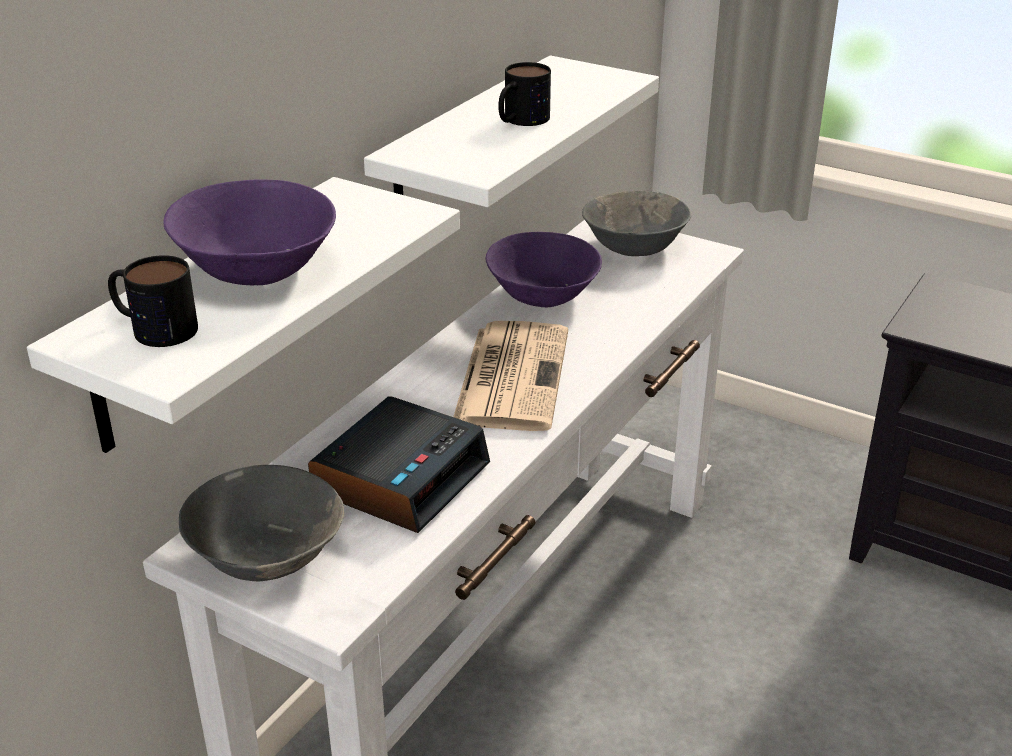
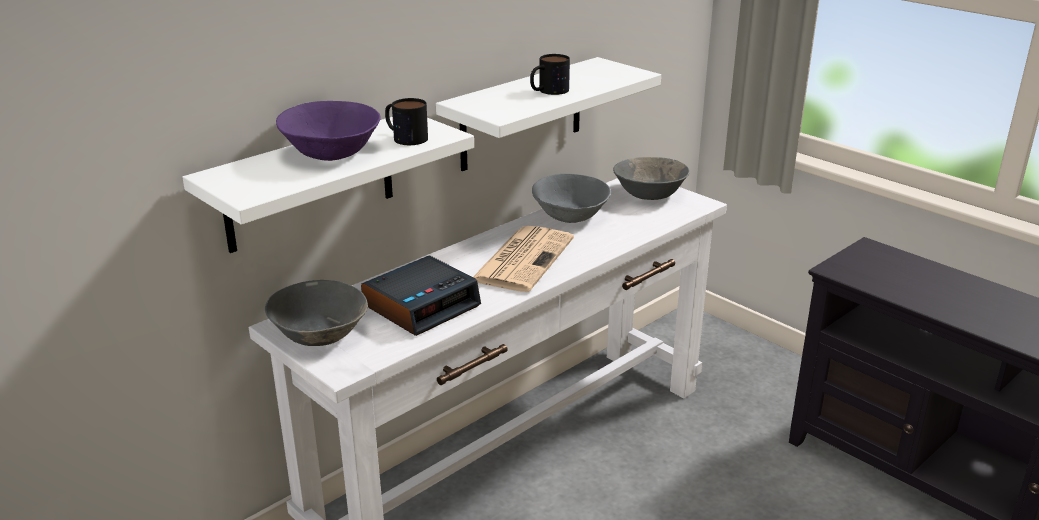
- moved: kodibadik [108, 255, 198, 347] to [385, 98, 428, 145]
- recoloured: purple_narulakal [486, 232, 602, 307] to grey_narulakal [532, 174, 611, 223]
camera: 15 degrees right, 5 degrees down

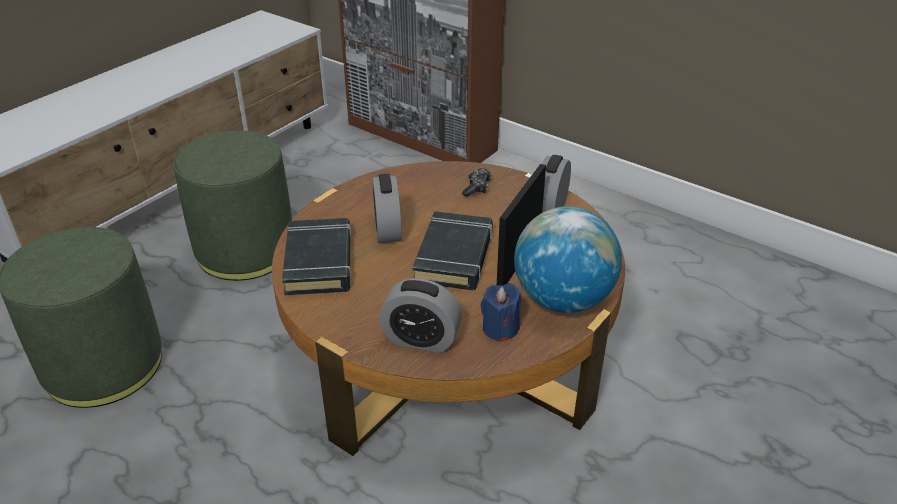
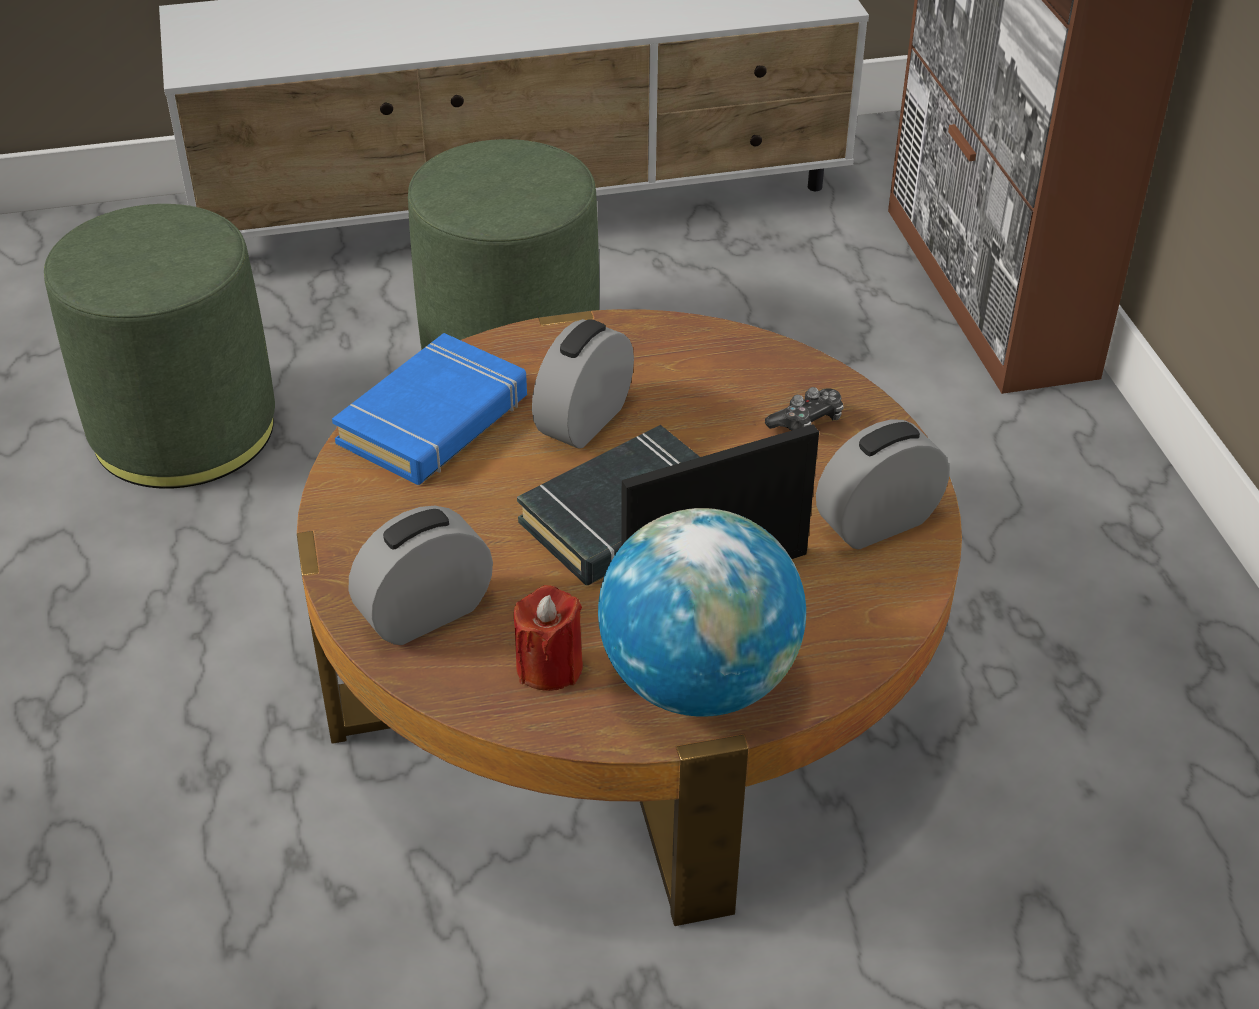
- recoloured: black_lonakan [282, 218, 352, 295] to blue_lonakan [332, 333, 527, 485]
- recoloured: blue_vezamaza [481, 283, 521, 342] to red_vezamaza [514, 585, 583, 691]
- turned: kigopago [379, 278, 462, 353] = [349, 506, 493, 645] 90 degrees clockwise
camera: 40 degrees right, 5 degrees up

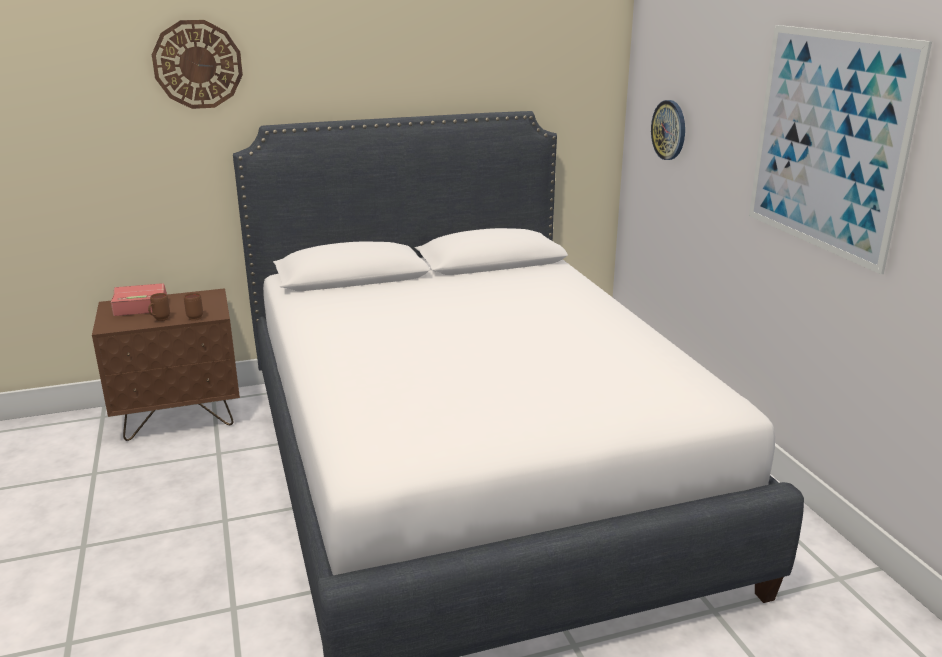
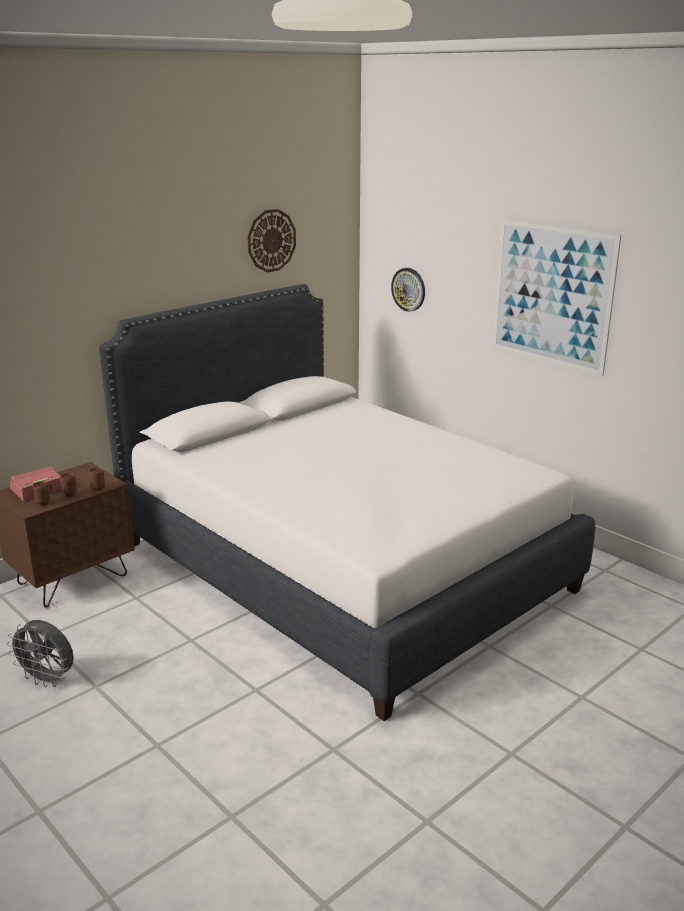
- added: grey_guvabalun [6, 620, 74, 687]
- added: brown_kodibadik [33, 481, 52, 506]
- moved: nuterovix [152, 20, 243, 109] to [247, 209, 296, 273]
camera: 25 degrees left, 0 degrees up

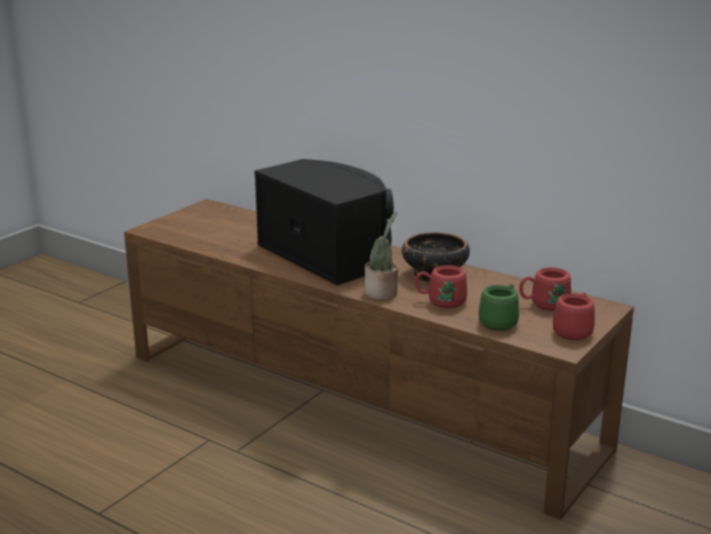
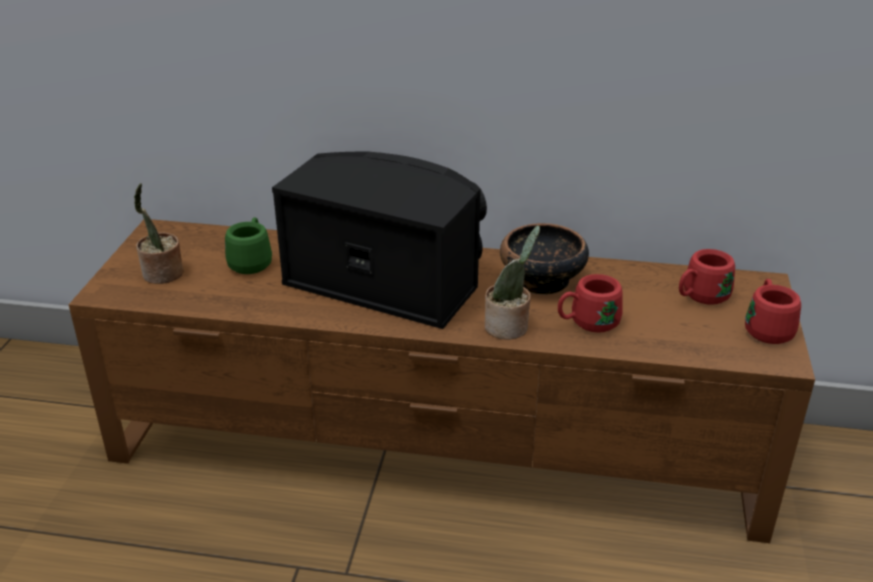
- added: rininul [134, 183, 184, 284]
- moved: green_kodibadik [478, 284, 519, 330] to [225, 217, 272, 274]
camera: 25 degrees left, 10 degrees up

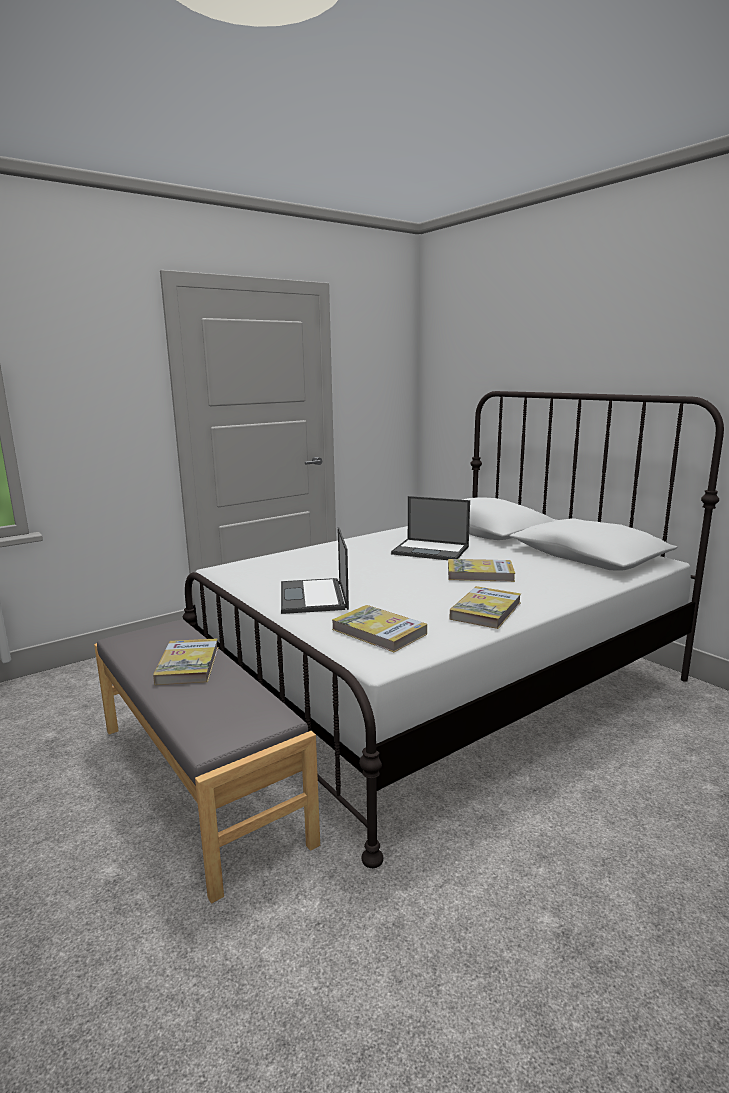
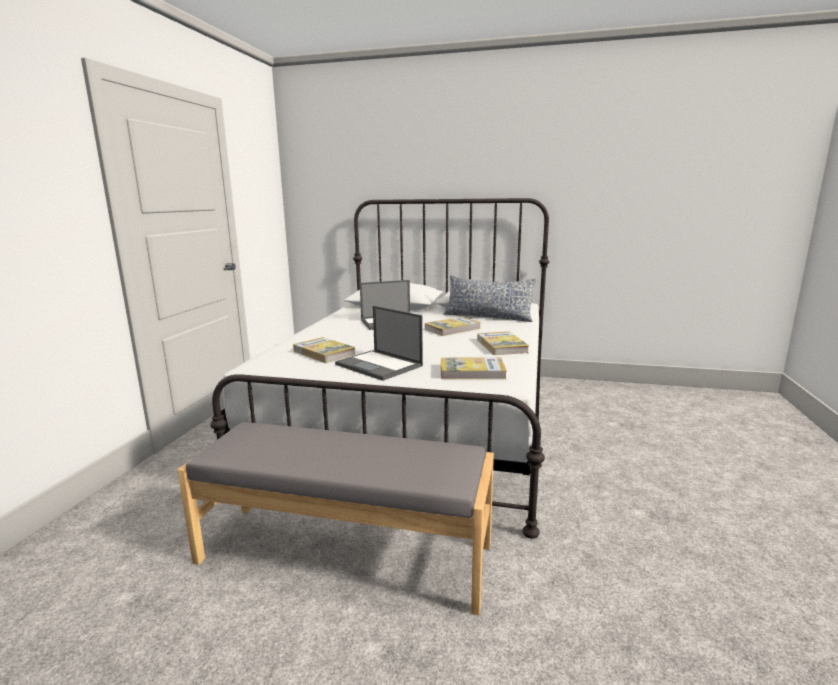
- added: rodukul [443, 275, 536, 322]
- moved: lonakan [153, 638, 218, 685] to [293, 337, 356, 363]
camera: 40 degrees left, 0 degrees up

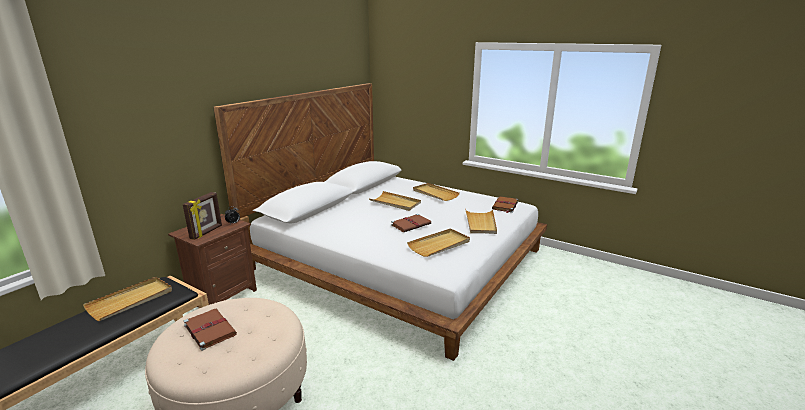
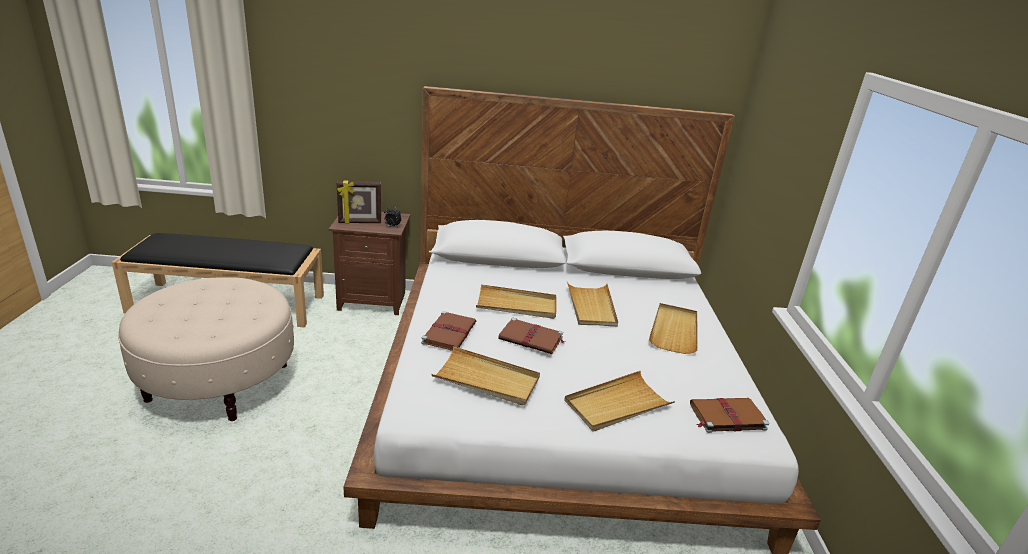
- moved: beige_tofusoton [83, 277, 172, 321] to [476, 284, 557, 319]
- moved: brown_lonakan [184, 309, 237, 351] to [421, 311, 476, 351]
camera: 55 degrees right, 5 degrees up

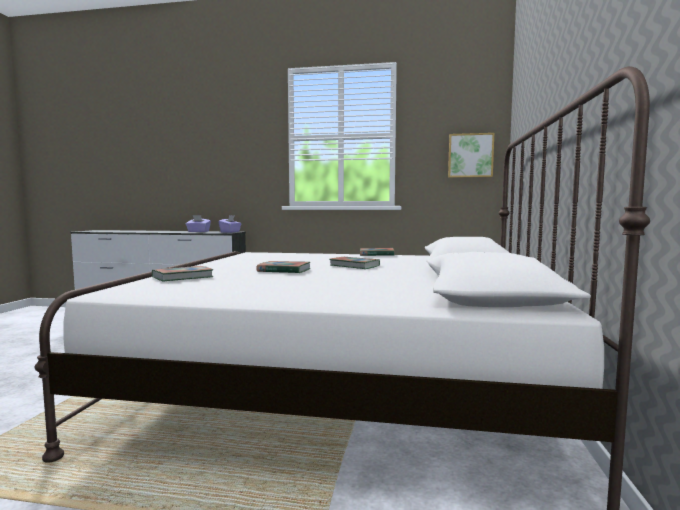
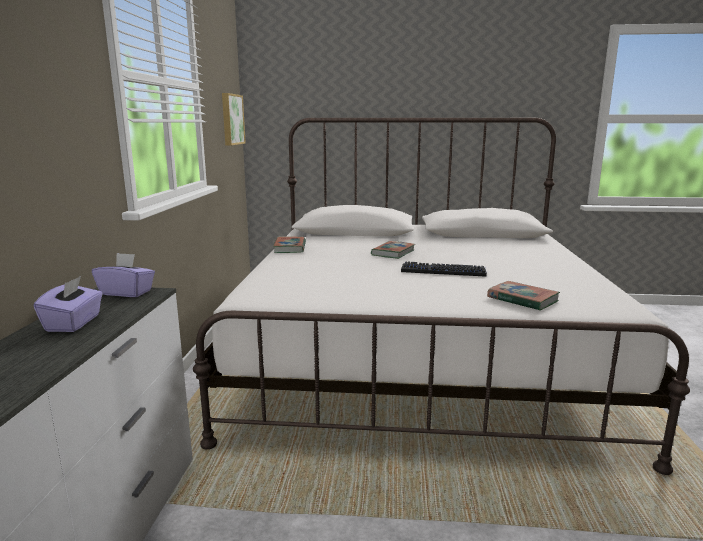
- replaced: lonakan [257, 261, 310, 273] to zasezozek [401, 261, 487, 277]
camera: 95 degrees left, 10 degrees up

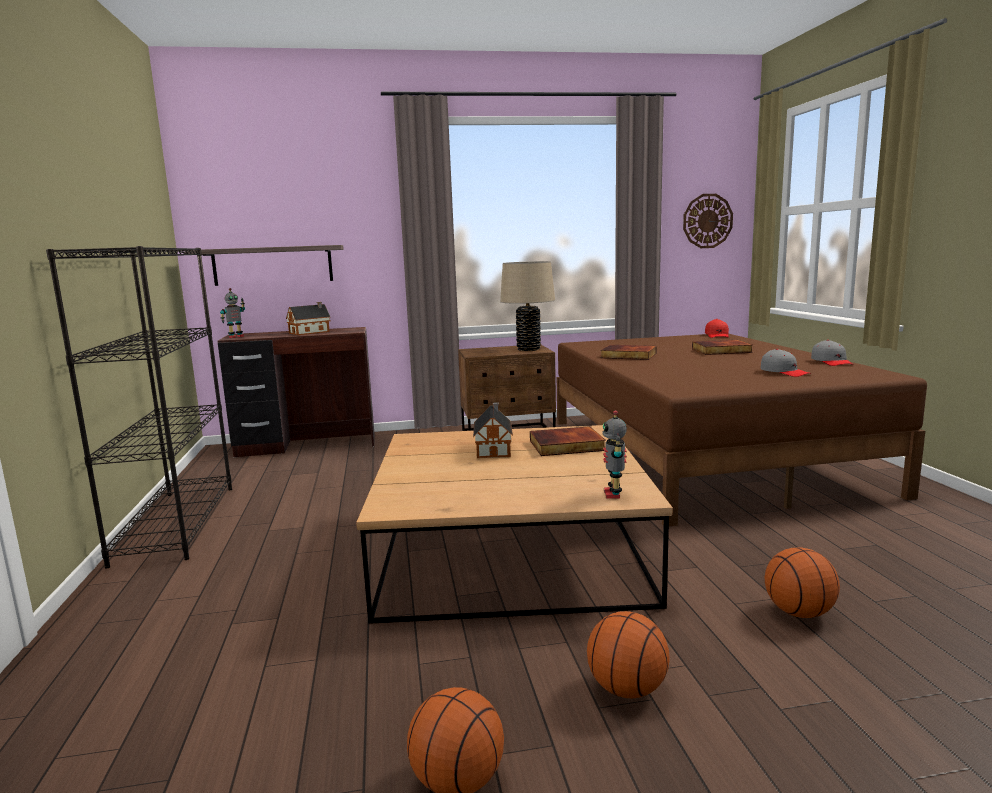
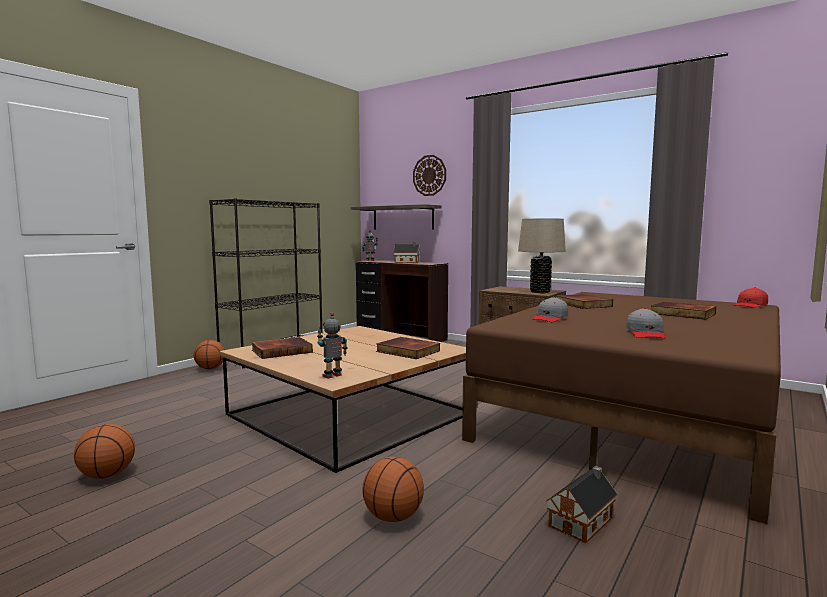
- added: lonakan [252, 337, 313, 359]
- moved: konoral [473, 402, 513, 458] to [546, 466, 618, 544]
- moved: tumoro [587, 611, 670, 699] to [194, 340, 225, 369]
- moved: nuterovix [683, 194, 733, 248] to [413, 155, 446, 196]
- moved: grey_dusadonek [811, 340, 854, 366] to [532, 297, 568, 322]
camera: 45 degrees right, 5 degrees down

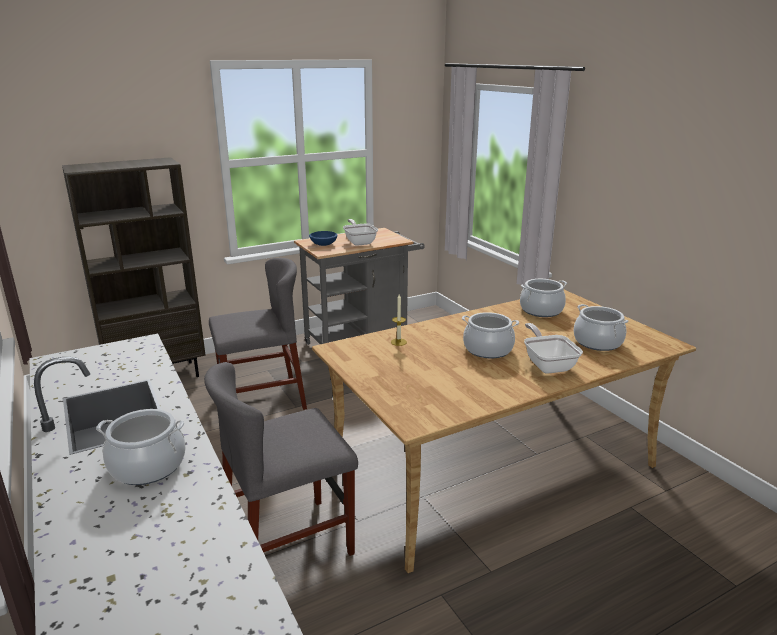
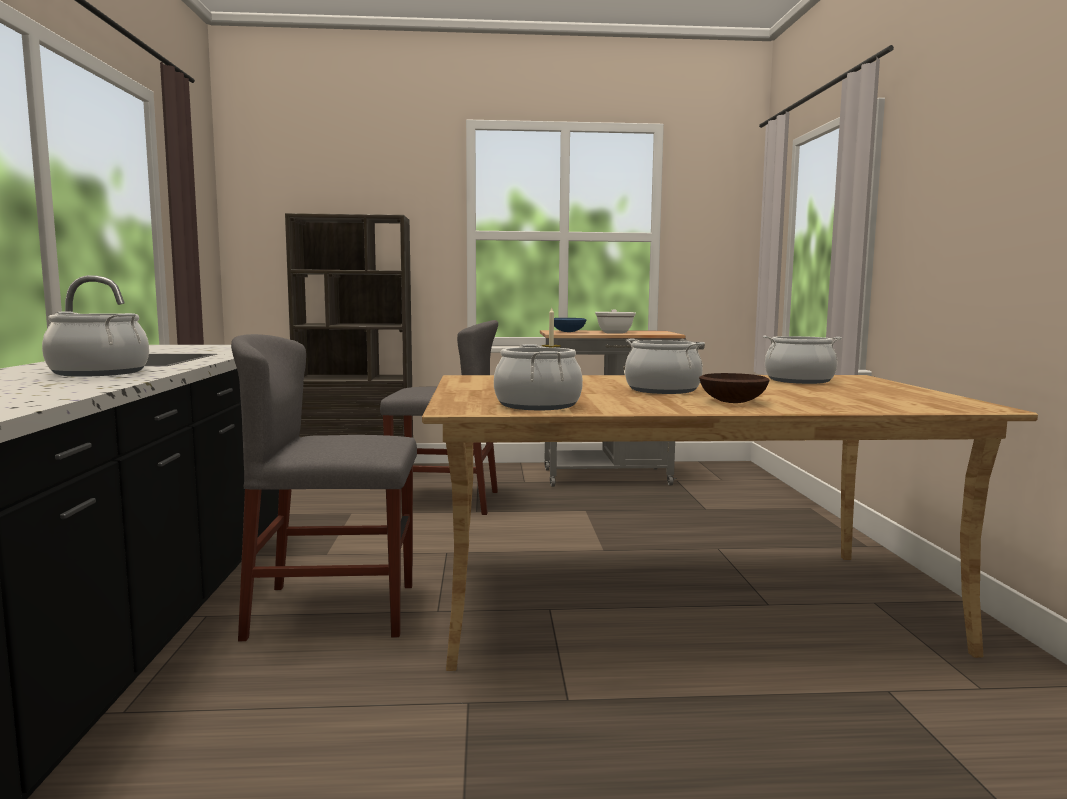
- moved: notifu [574, 304, 628, 351] to [494, 344, 583, 410]
- replaced: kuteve [524, 323, 583, 374] to brown_narulakal [699, 373, 769, 403]
camera: 25 degrees right, 15 degrees down

